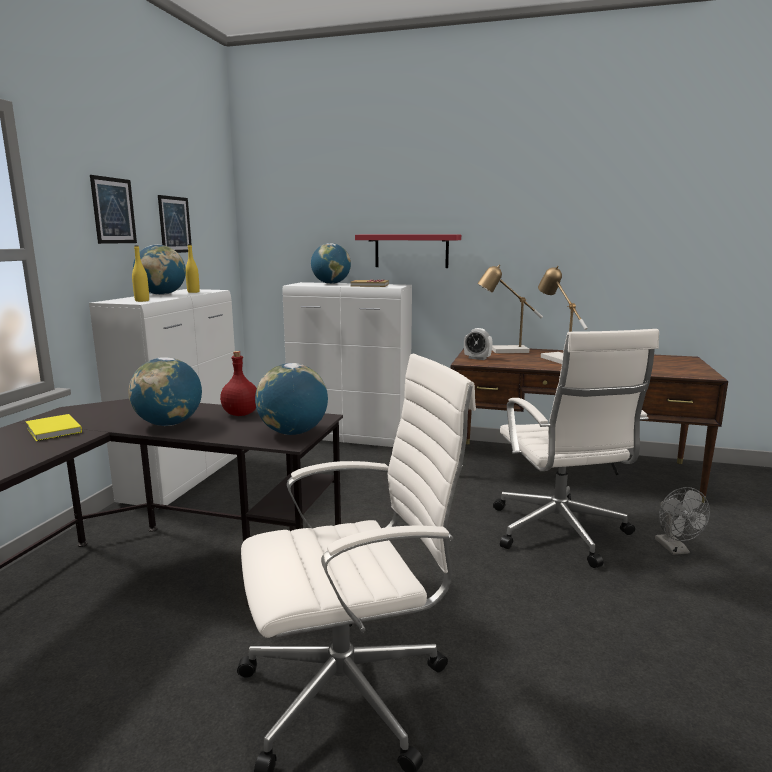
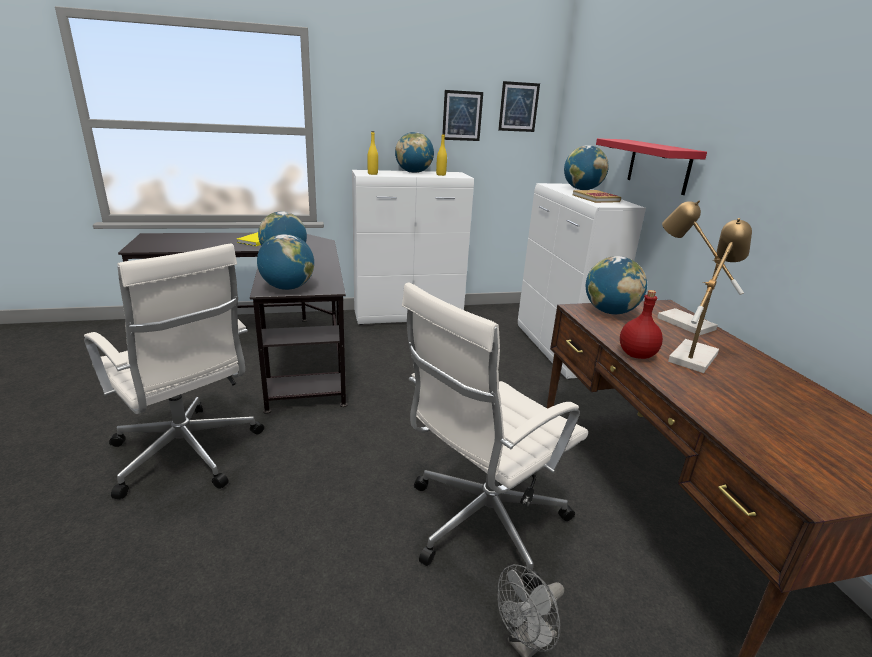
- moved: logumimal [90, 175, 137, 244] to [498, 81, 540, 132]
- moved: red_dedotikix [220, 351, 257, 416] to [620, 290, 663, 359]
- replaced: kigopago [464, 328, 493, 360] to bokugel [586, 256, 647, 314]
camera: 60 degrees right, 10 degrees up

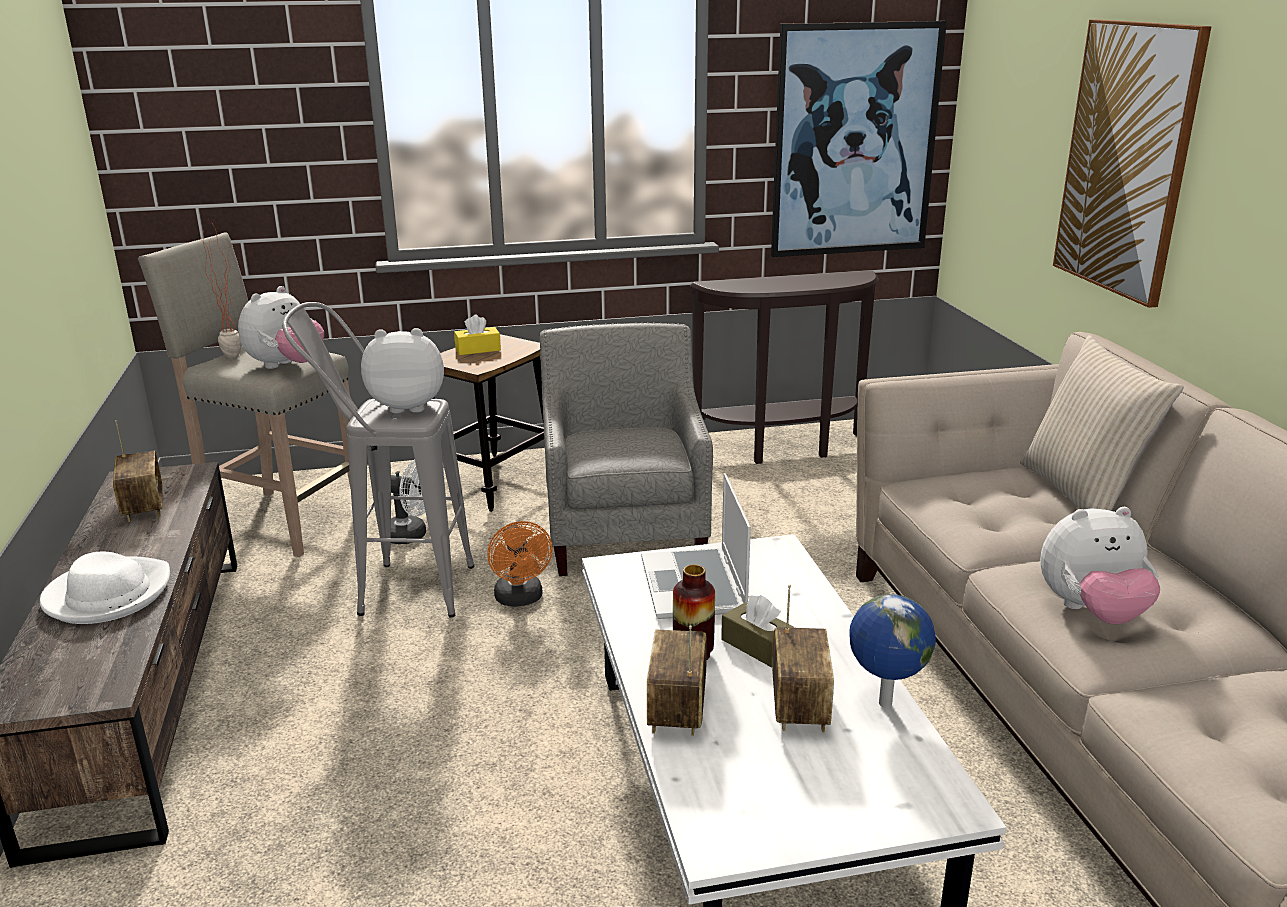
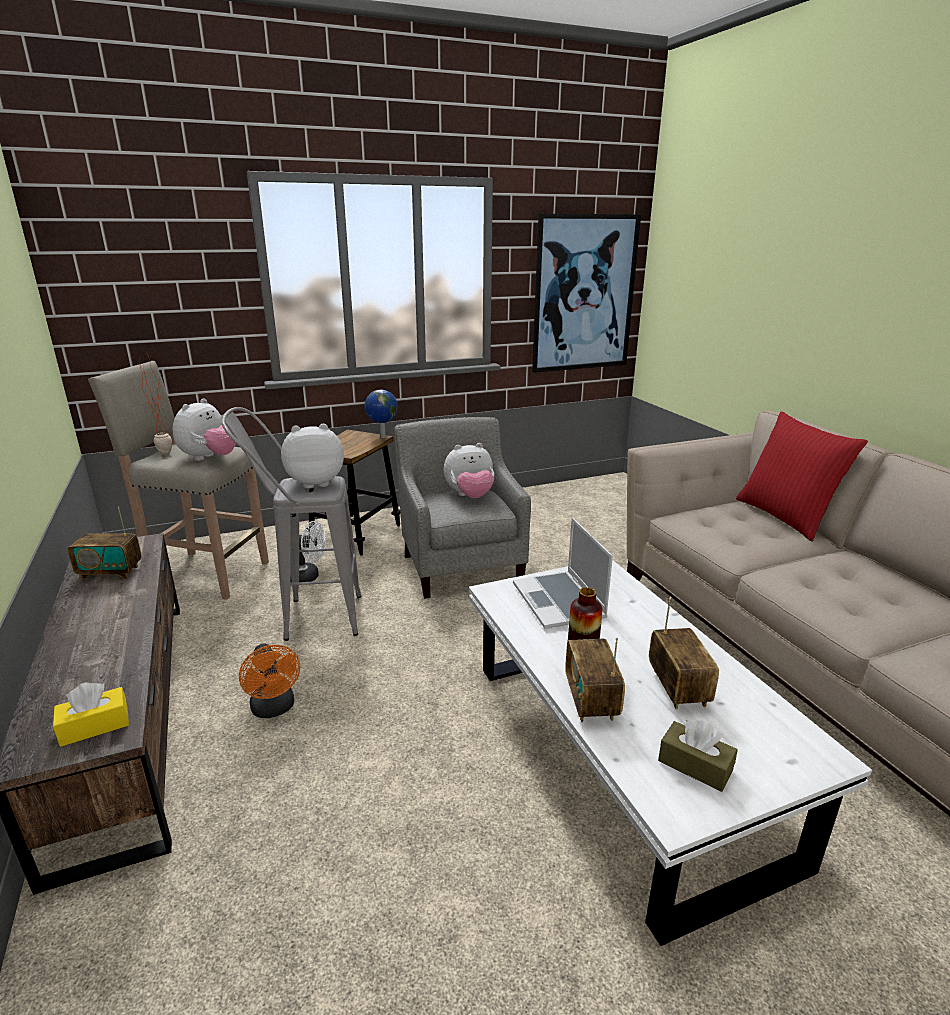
- removed: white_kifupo [40, 551, 170, 624]
- removed: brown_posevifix [689, 270, 879, 464]
- removed: logumimal [1053, 19, 1211, 308]
- moved: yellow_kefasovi [454, 314, 501, 355] to [53, 683, 129, 747]
- moved: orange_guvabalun [487, 521, 553, 607] to [239, 644, 300, 718]
- moved: brown_kefasovi [721, 595, 795, 668] to [658, 720, 738, 792]
- moved: bokugel [849, 594, 936, 708] to [365, 390, 398, 438]
- moved: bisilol [1040, 507, 1160, 624] to [444, 443, 494, 498]
- recoloured: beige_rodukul [1020, 335, 1184, 511] to red_rodukul [736, 411, 868, 541]
- turned: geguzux [113, 420, 163, 522] = [68, 507, 142, 579] 120 degrees clockwise
camera: 10 degrees left, 0 degrees up

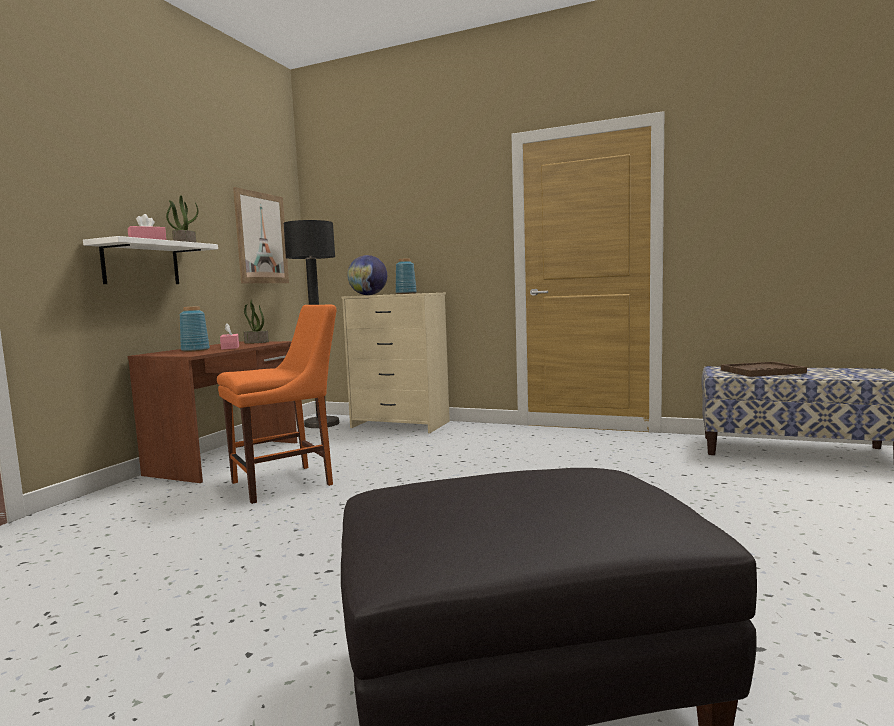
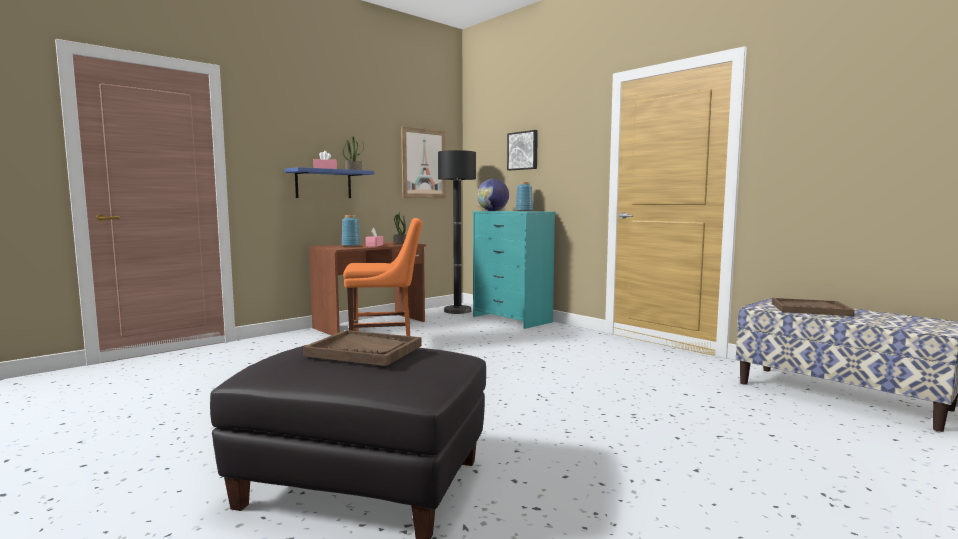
- added: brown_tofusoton [303, 330, 422, 366]
- added: logumimal [507, 130, 538, 170]
- recoloured: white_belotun [83, 236, 218, 284] to blue_belotun [284, 167, 374, 198]
- recoloured: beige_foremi [341, 293, 450, 433] to turquoise_foremi [472, 211, 556, 329]
camera: 25 degrees right, 0 degrees up

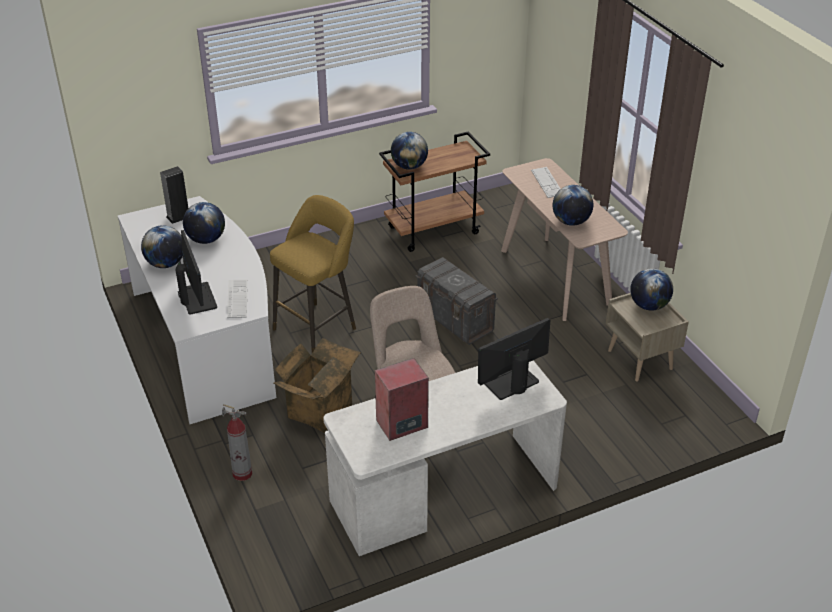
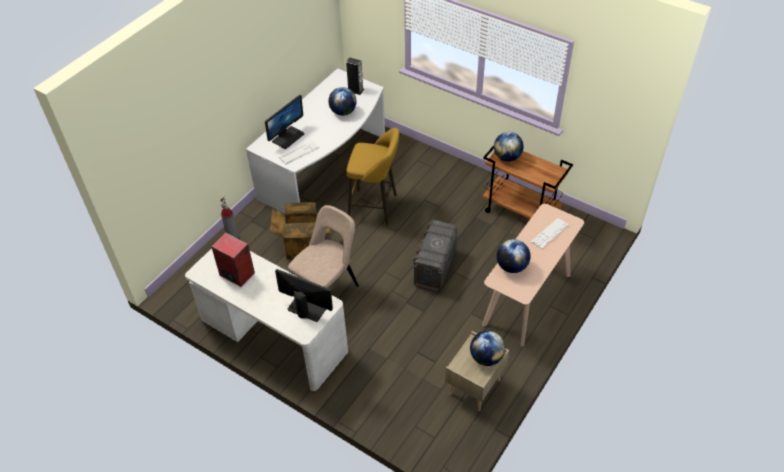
- removed: bokugel [141, 225, 183, 268]
camera: 60 degrees right, 10 degrees up

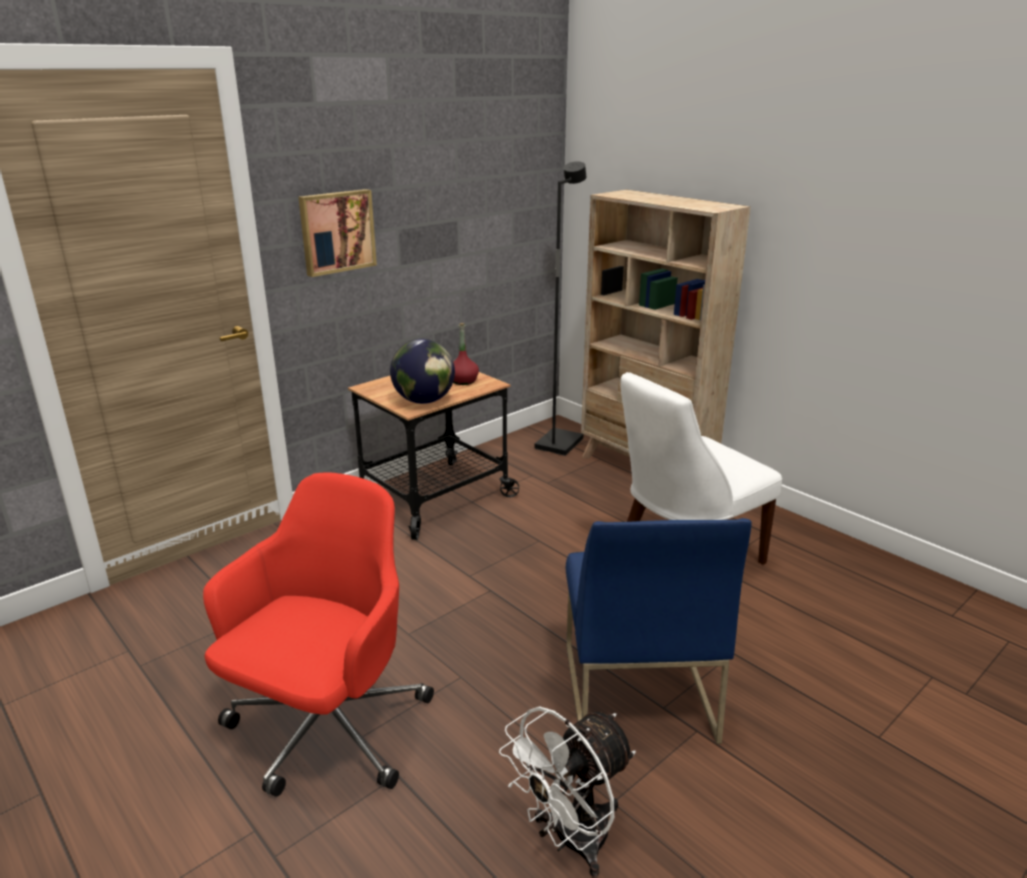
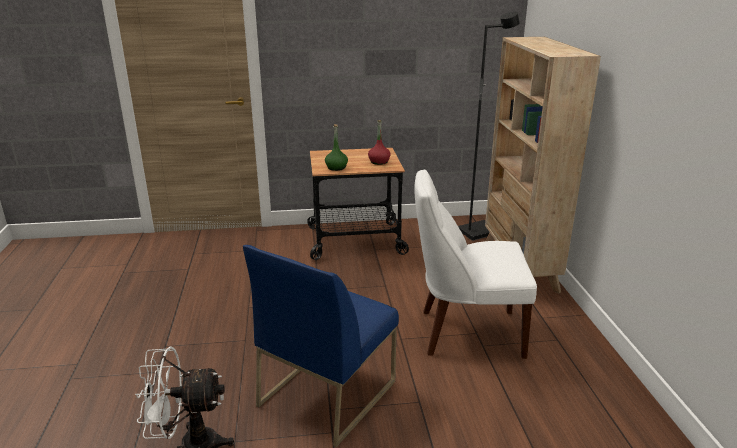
- removed: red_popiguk [203, 472, 434, 797]
- removed: logumimal [298, 189, 377, 277]
- replaced: bokugel [390, 339, 455, 404] to green_dedotikix [325, 124, 348, 171]
camera: 35 degrees right, 0 degrees up

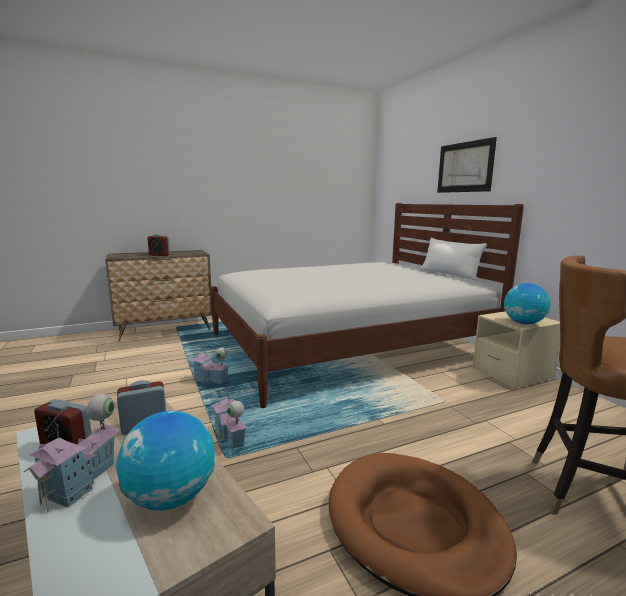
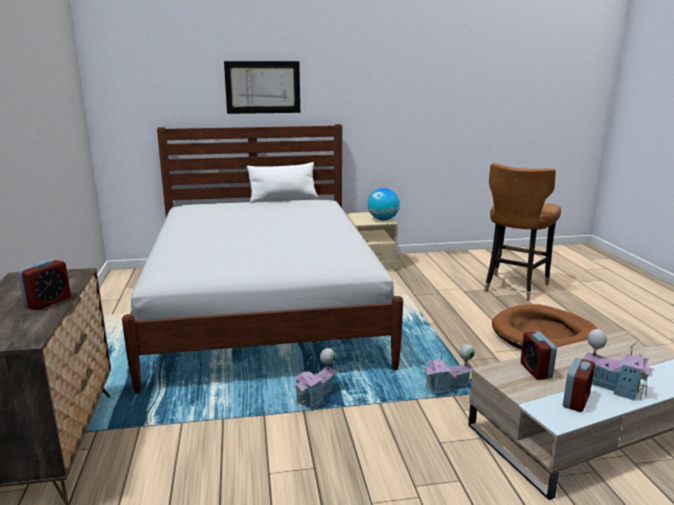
- removed: bokugel [116, 411, 215, 510]
camera: 75 degrees left, 5 degrees up

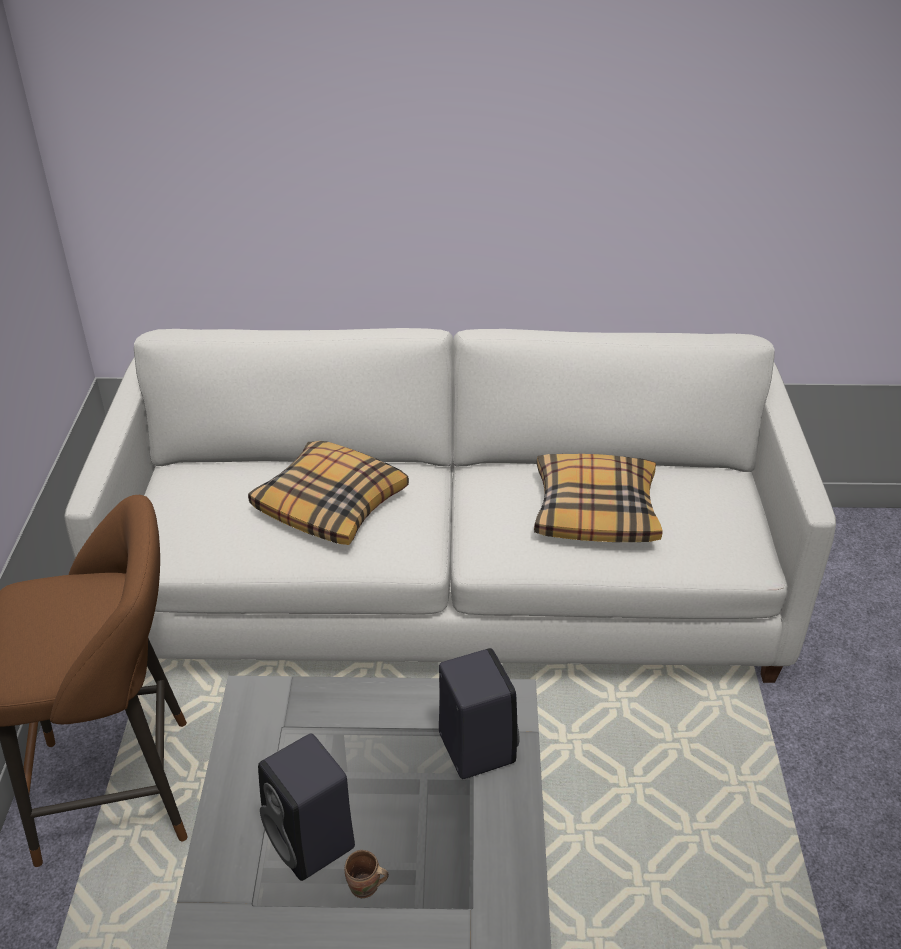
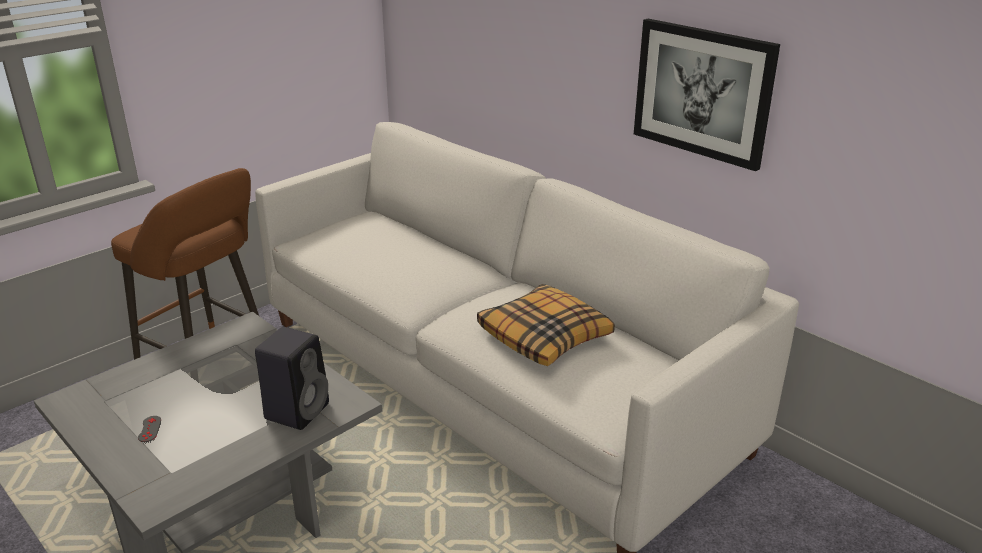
- removed: rodukul [248, 441, 409, 545]
- removed: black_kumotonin [258, 733, 355, 881]
- added: logumimal [634, 19, 780, 171]
- replaced: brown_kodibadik [345, 850, 389, 898] to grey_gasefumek [138, 416, 161, 442]
camera: 45 degrees right, 10 degrees down

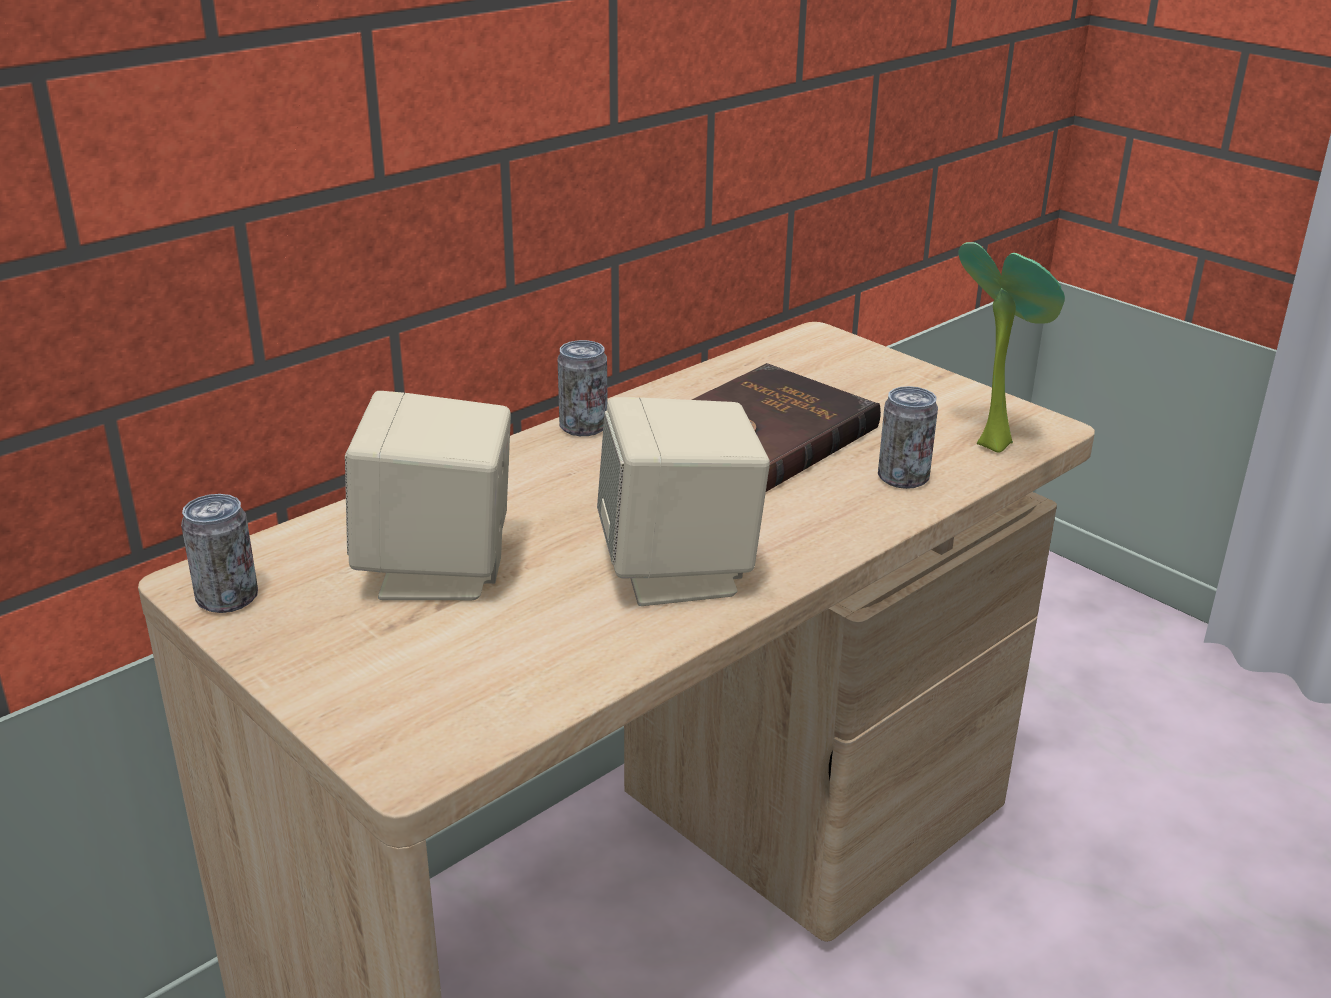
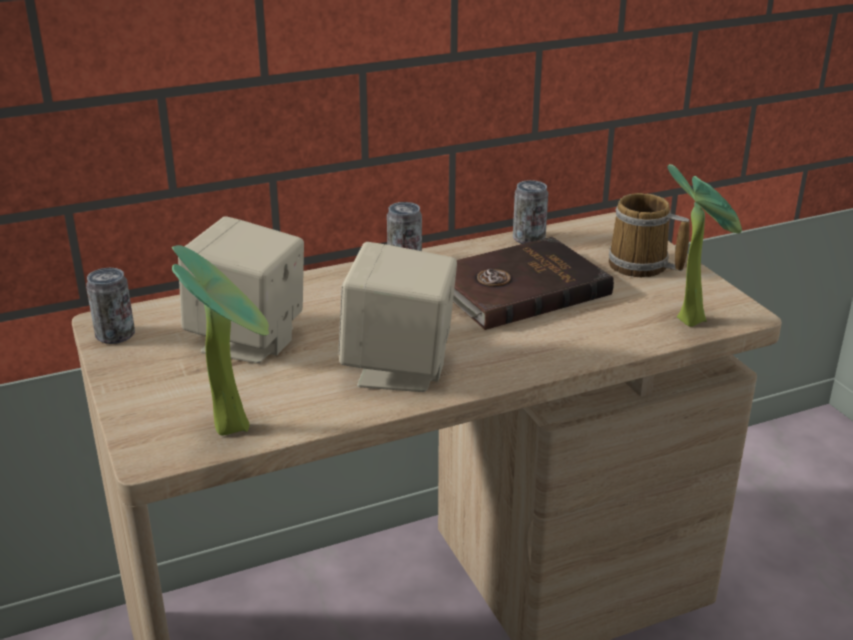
- added: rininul [172, 245, 269, 436]
- added: kodibadik [609, 193, 690, 277]
- moved: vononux [878, 386, 938, 489] to [513, 180, 548, 244]
camera: 20 degrees right, 0 degrees up

